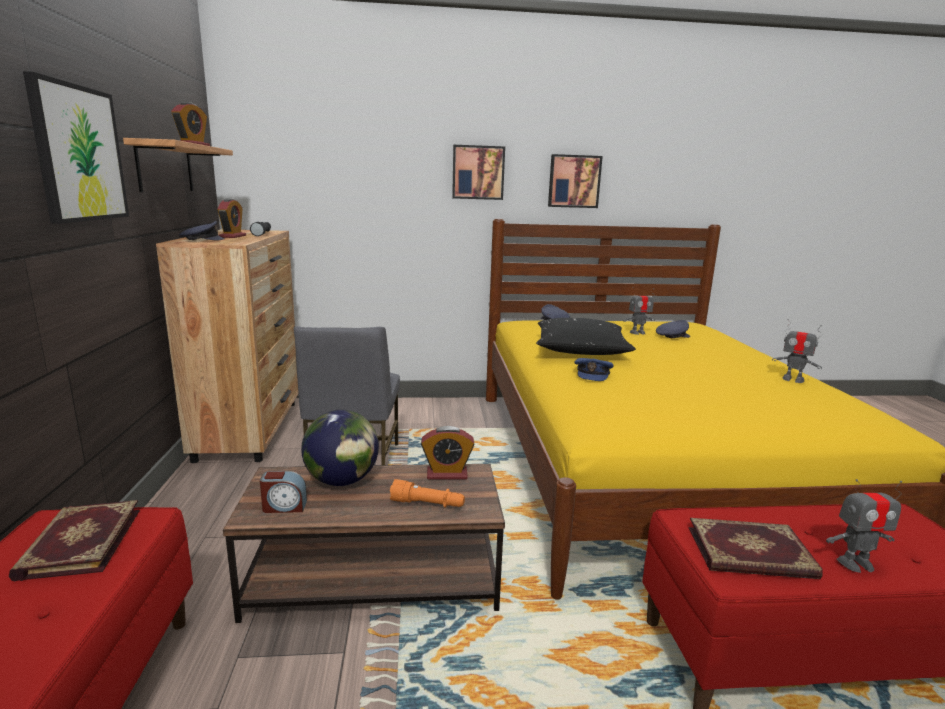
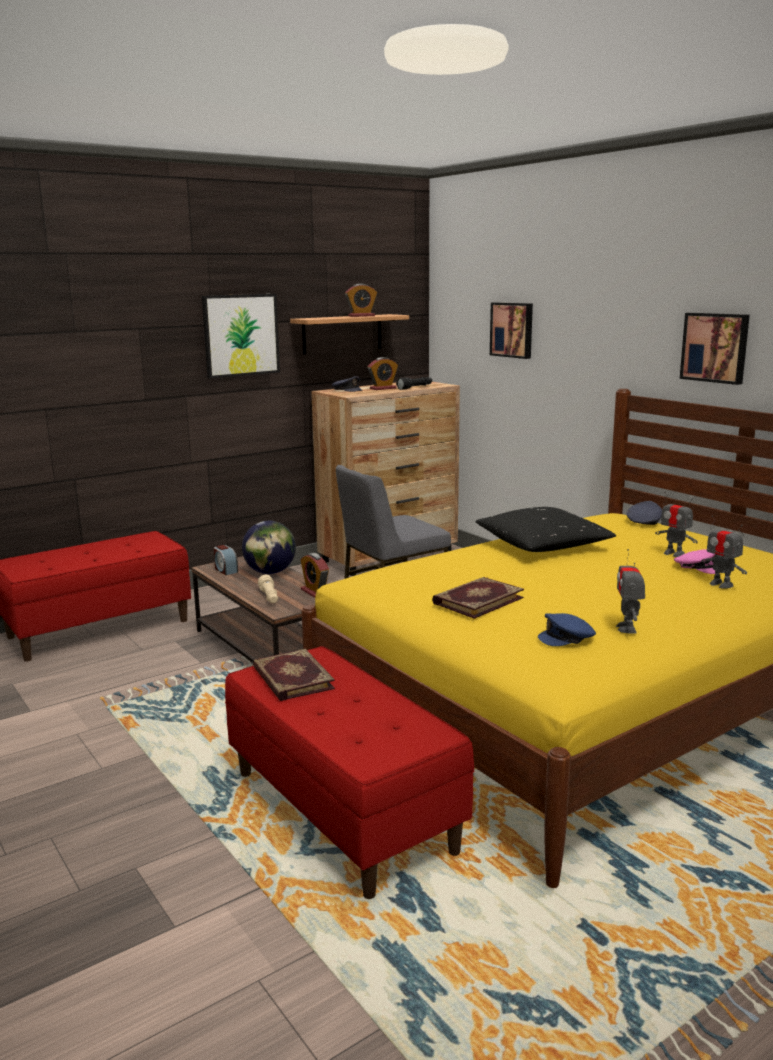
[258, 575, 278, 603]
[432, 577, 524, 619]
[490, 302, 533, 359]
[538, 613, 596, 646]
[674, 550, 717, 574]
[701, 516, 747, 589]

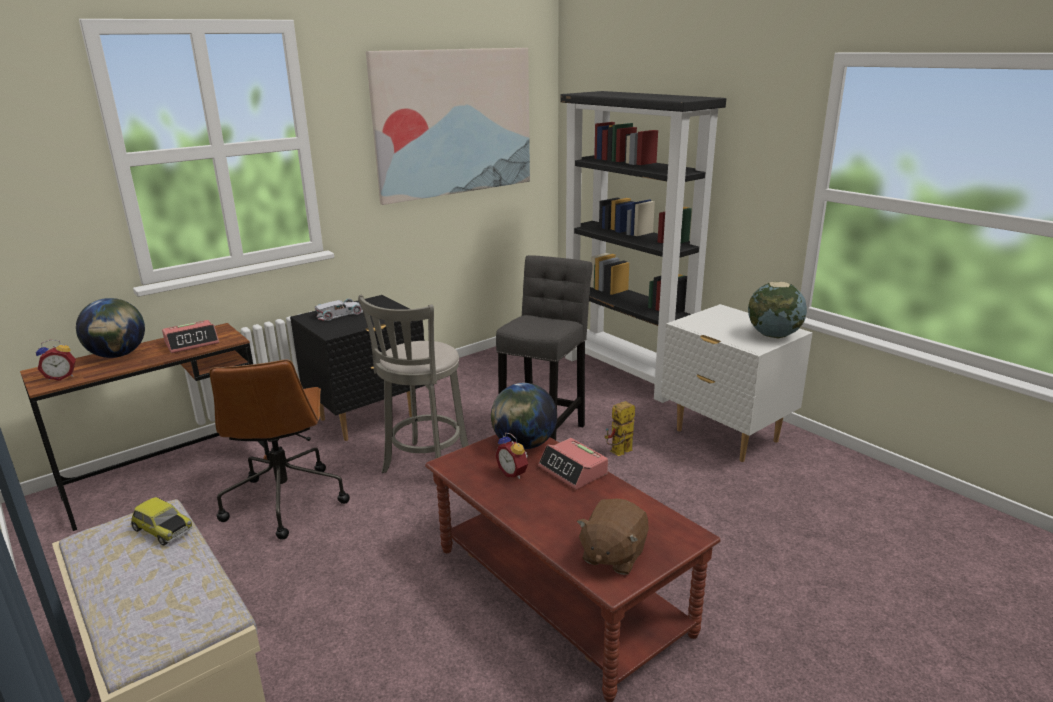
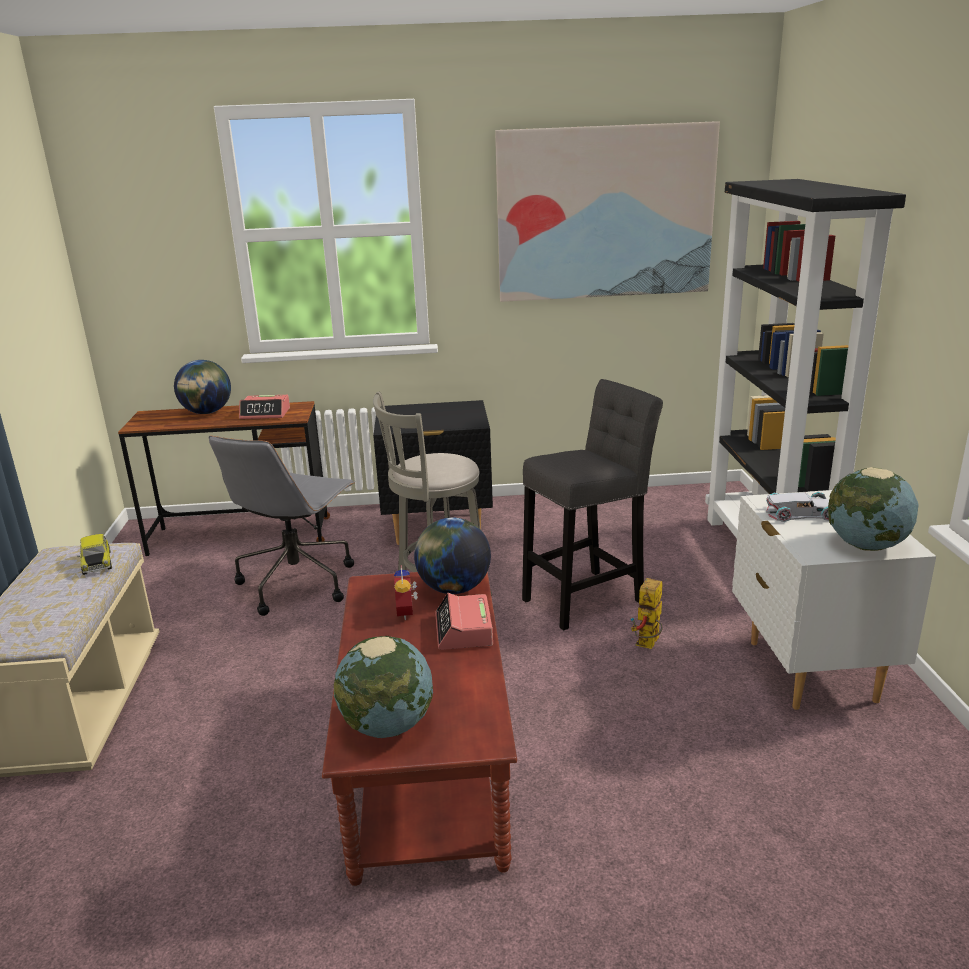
[209, 435, 355, 616]
[334, 635, 433, 738]
[631, 578, 663, 649]
[766, 492, 829, 522]
[36, 340, 76, 381] (first image)

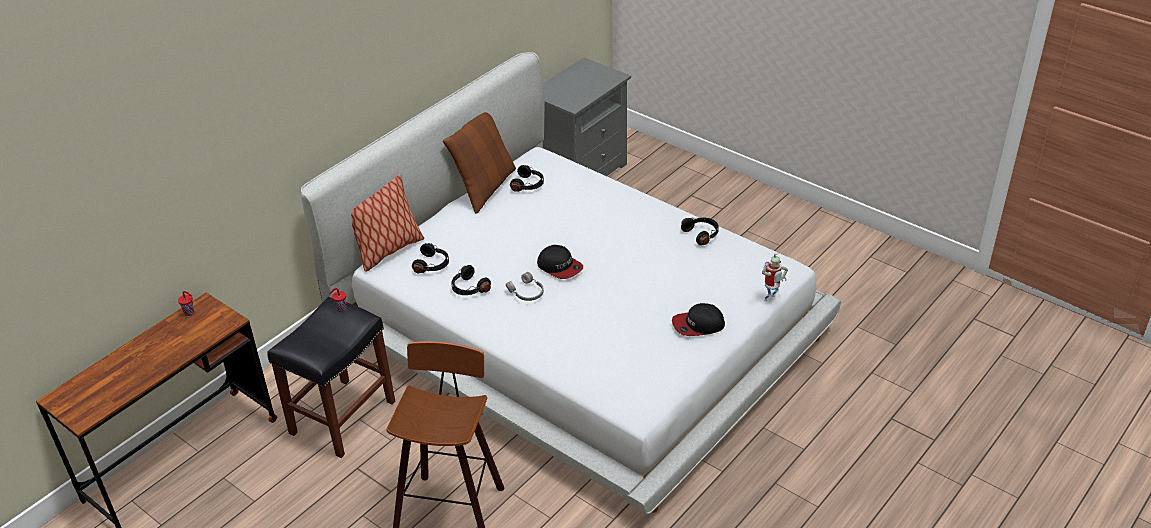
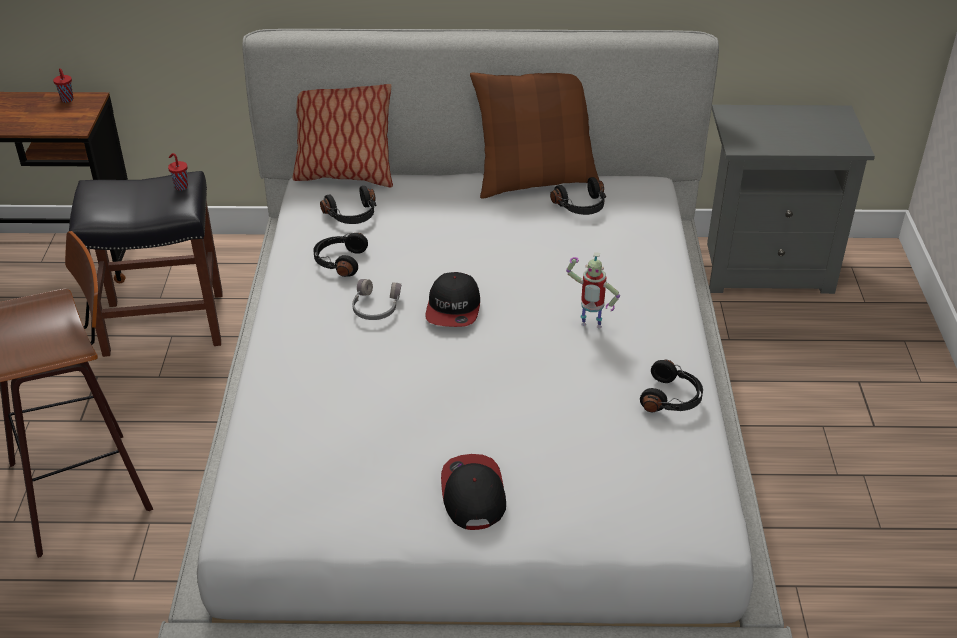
[441, 454, 506, 530]
[566, 252, 620, 329]

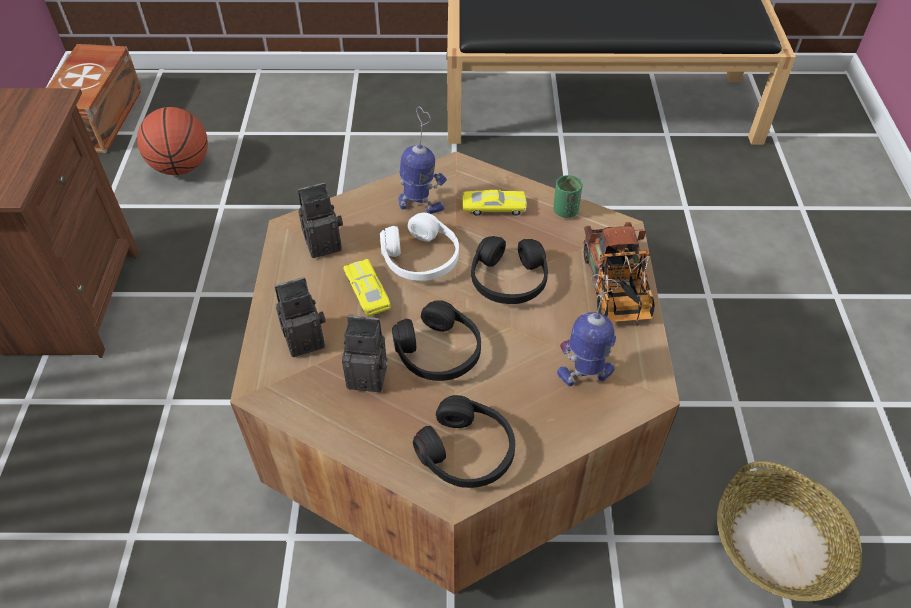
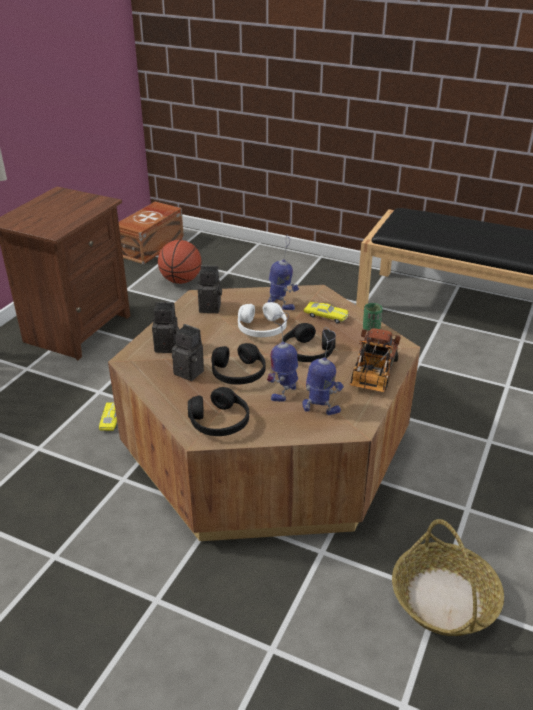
[99, 402, 117, 431]
[267, 312, 298, 402]

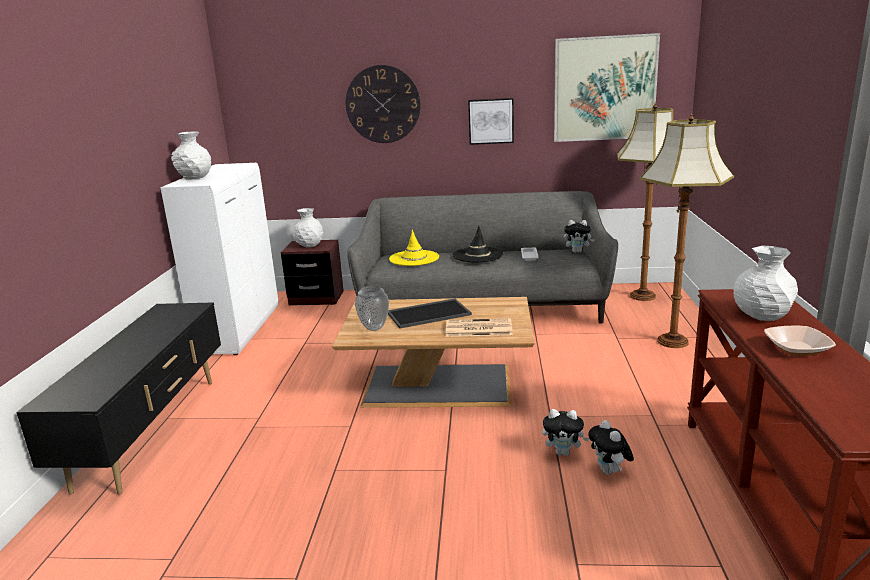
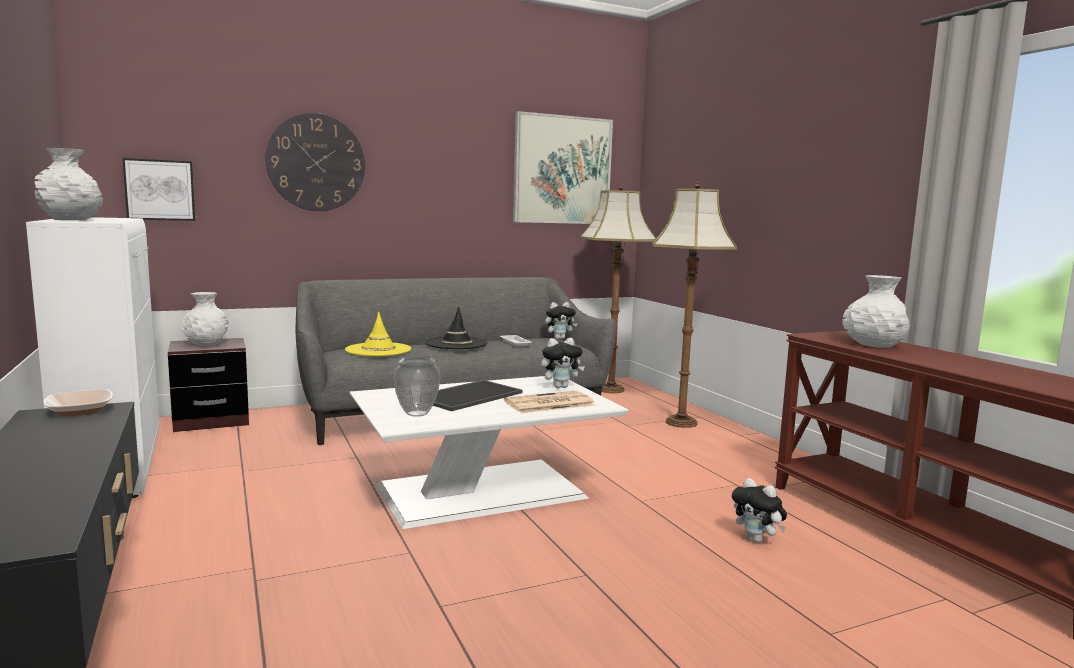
[43, 389, 113, 416]
[122, 158, 195, 221]
[349, 376, 628, 529]
[541, 338, 585, 388]

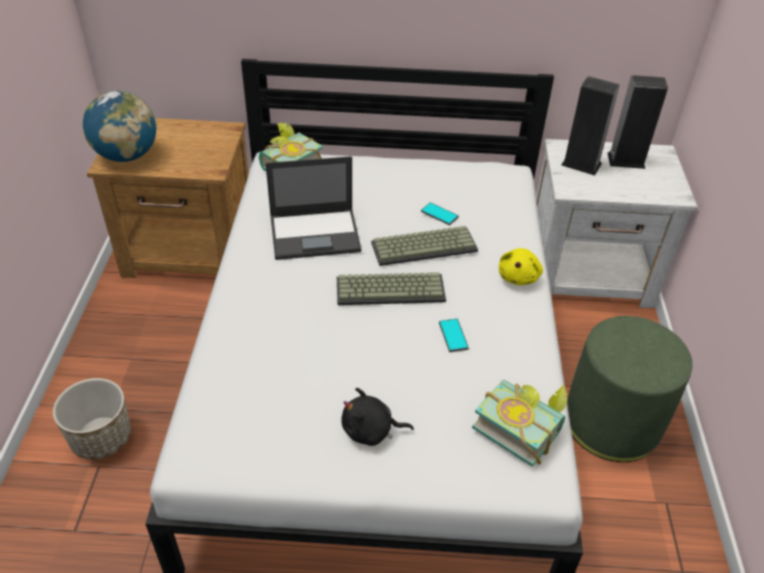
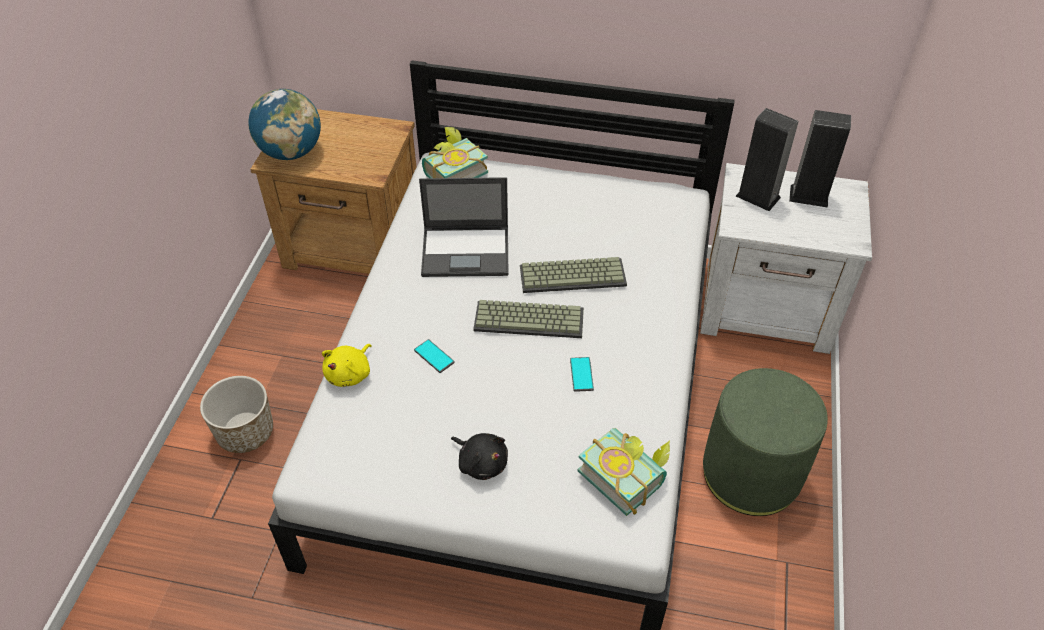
[322, 344, 372, 387]
[414, 339, 455, 373]
[451, 433, 508, 480]

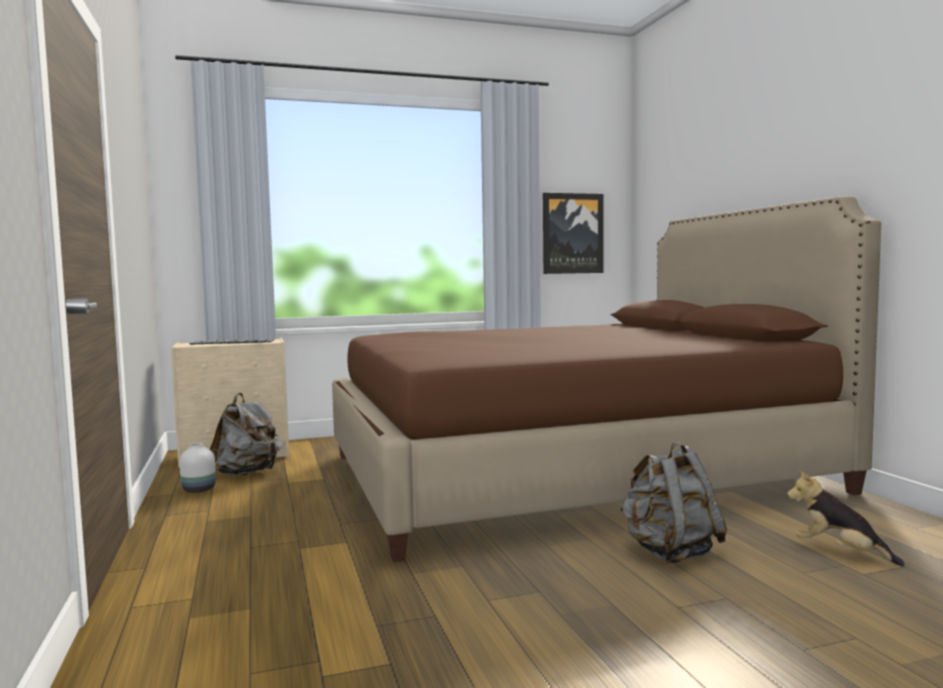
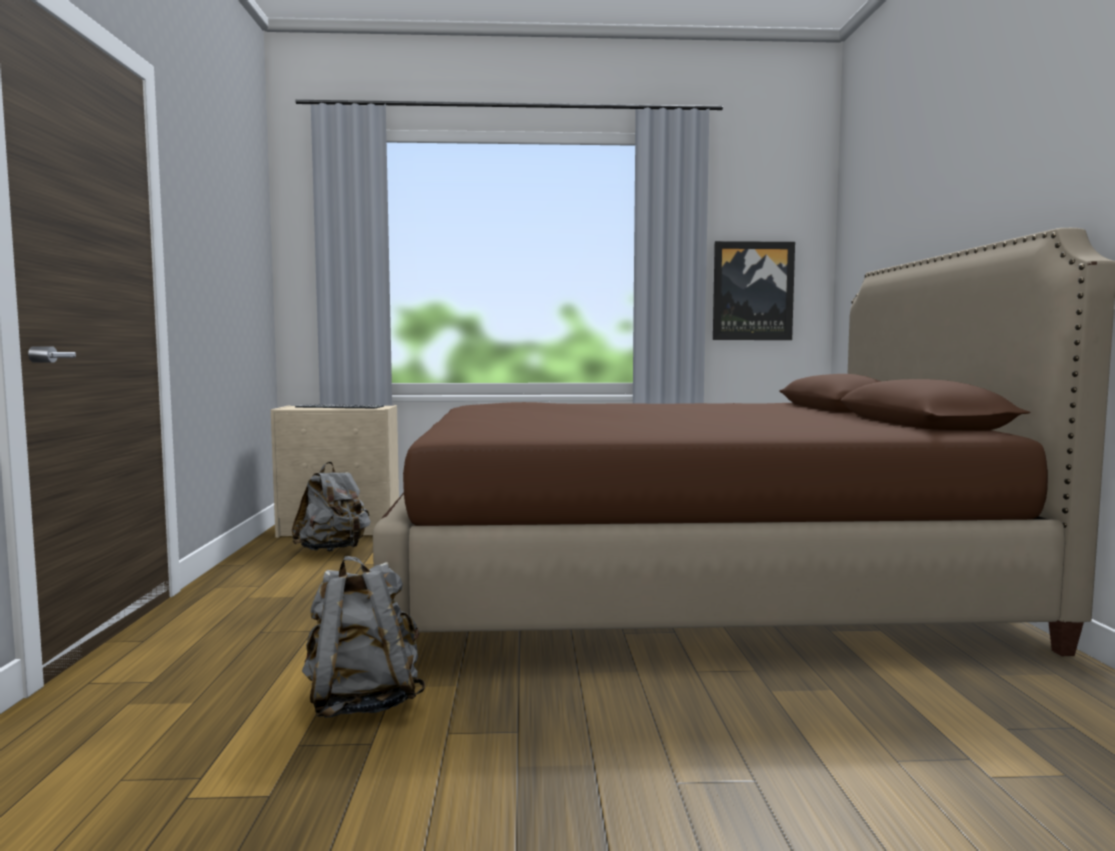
[302, 556, 426, 718]
[180, 443, 216, 493] (first image)
[787, 470, 904, 566] (first image)

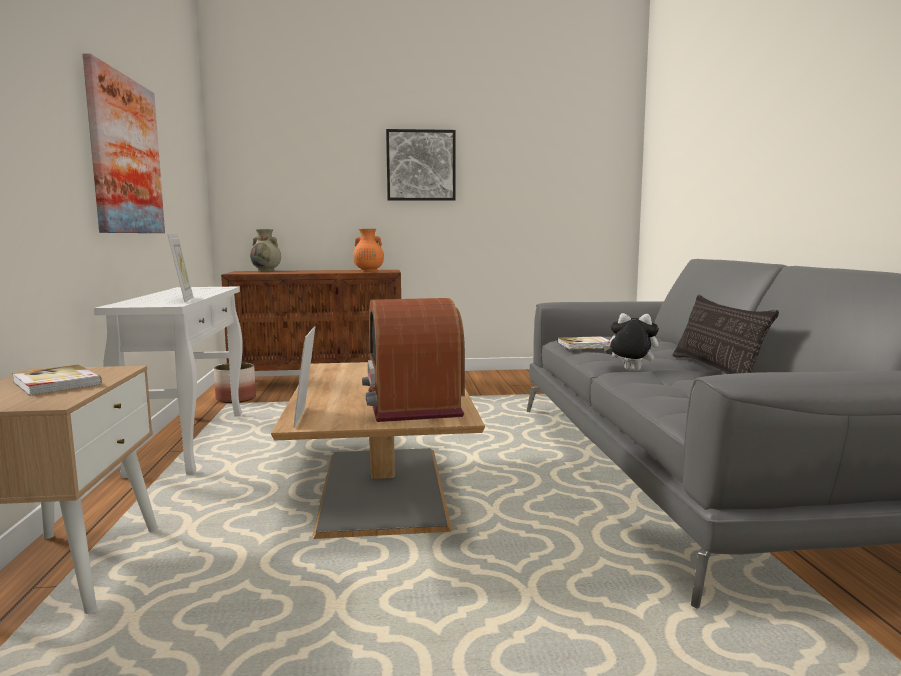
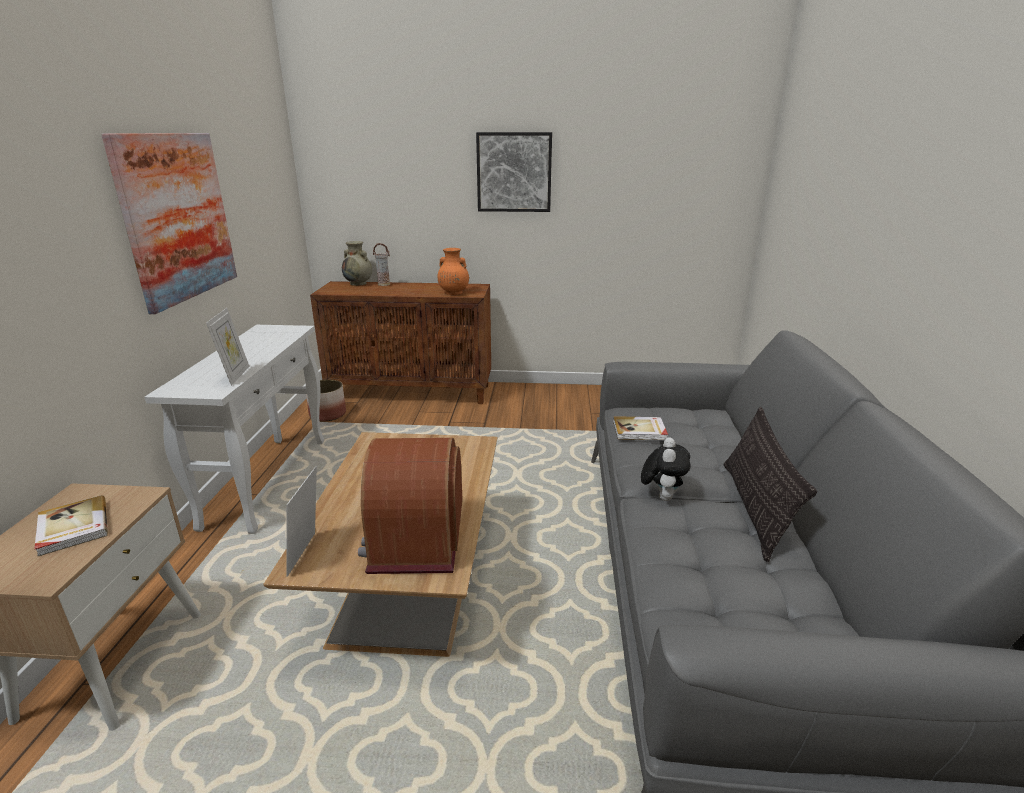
[373, 243, 390, 286]
[641, 437, 691, 501]

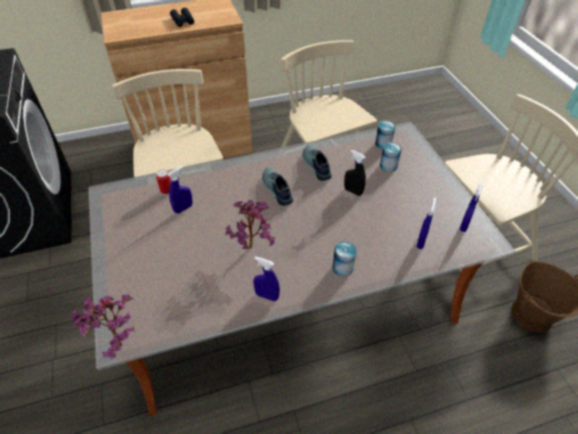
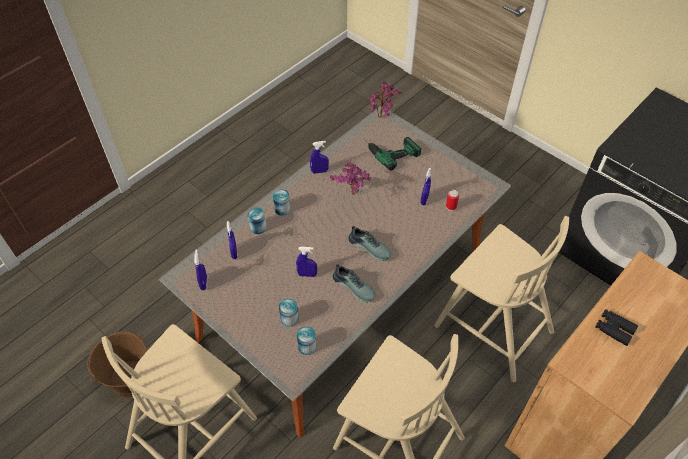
[248, 207, 267, 234]
[296, 247, 317, 277]
[364, 137, 421, 171]

